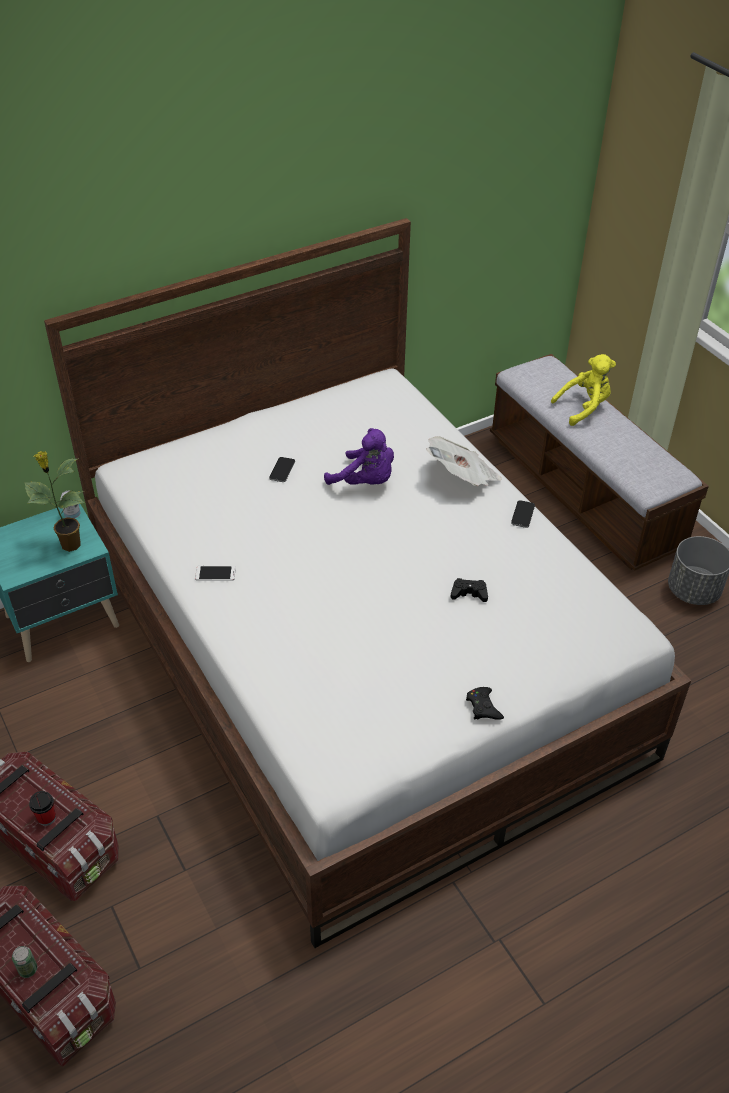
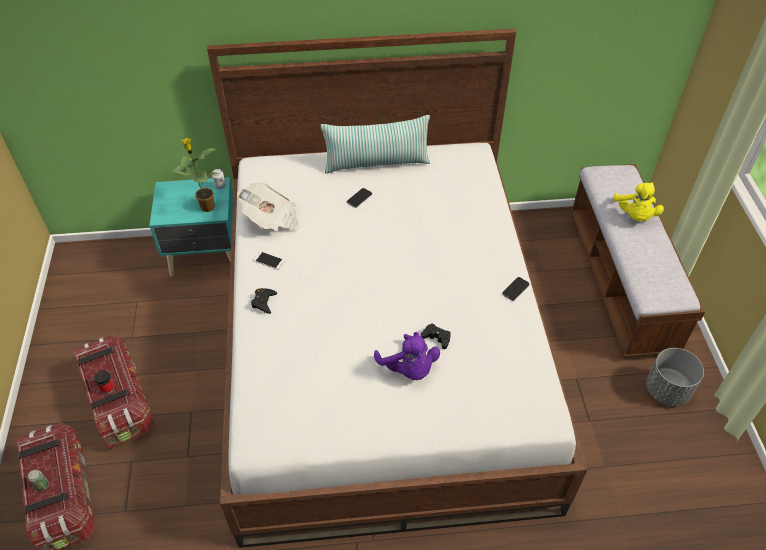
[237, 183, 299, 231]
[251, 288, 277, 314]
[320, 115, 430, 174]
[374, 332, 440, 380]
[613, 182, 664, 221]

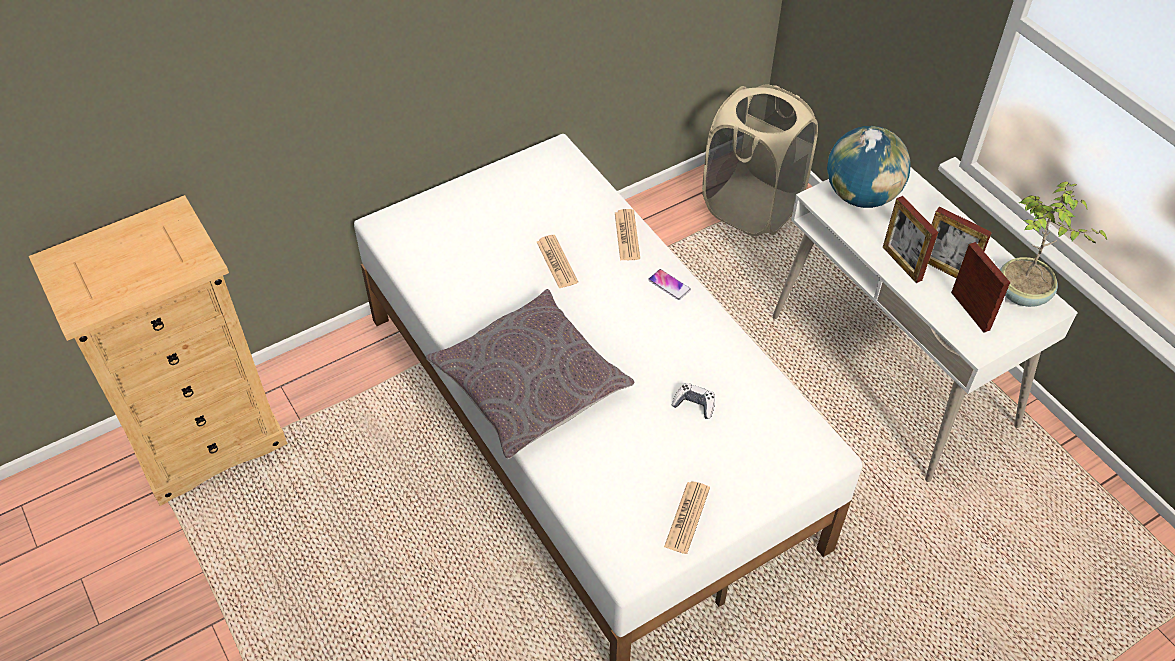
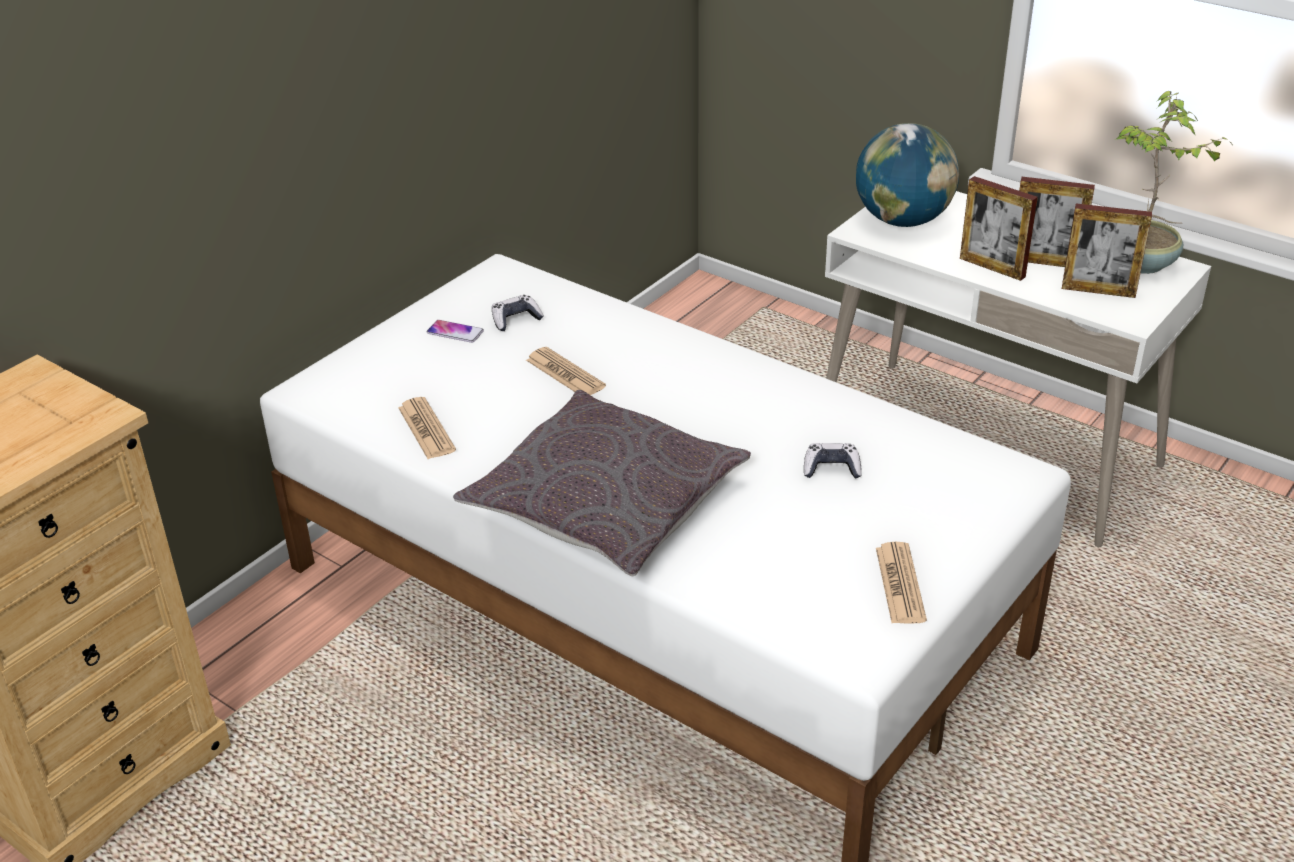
[398, 397, 456, 459]
[427, 320, 484, 343]
[492, 295, 544, 331]
[1062, 204, 1152, 298]
[702, 85, 818, 236] (first image)

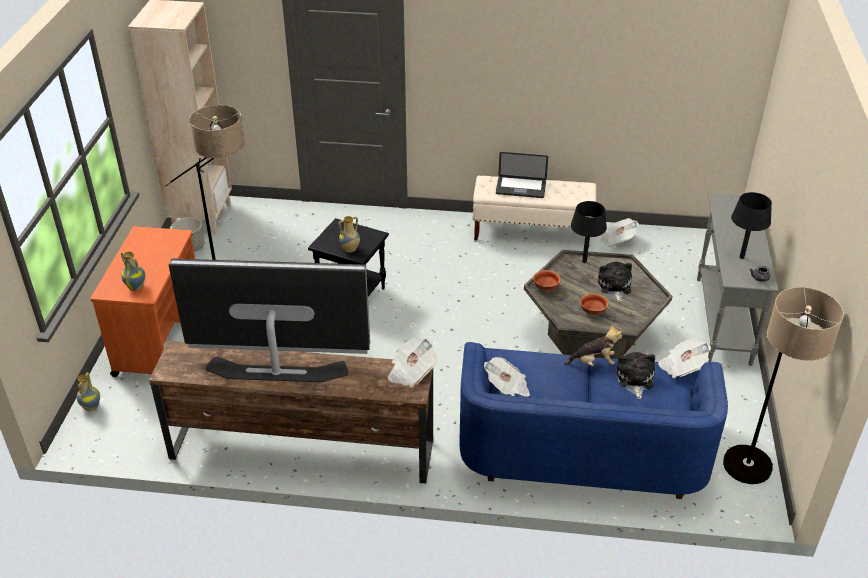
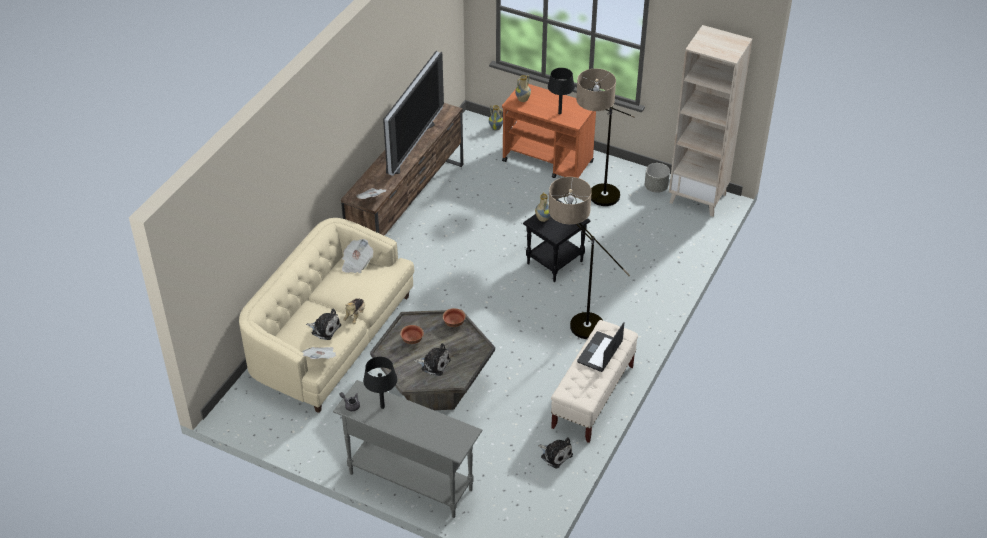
[239, 218, 414, 413]
[538, 437, 573, 469]
[548, 68, 575, 114]
[548, 177, 630, 339]

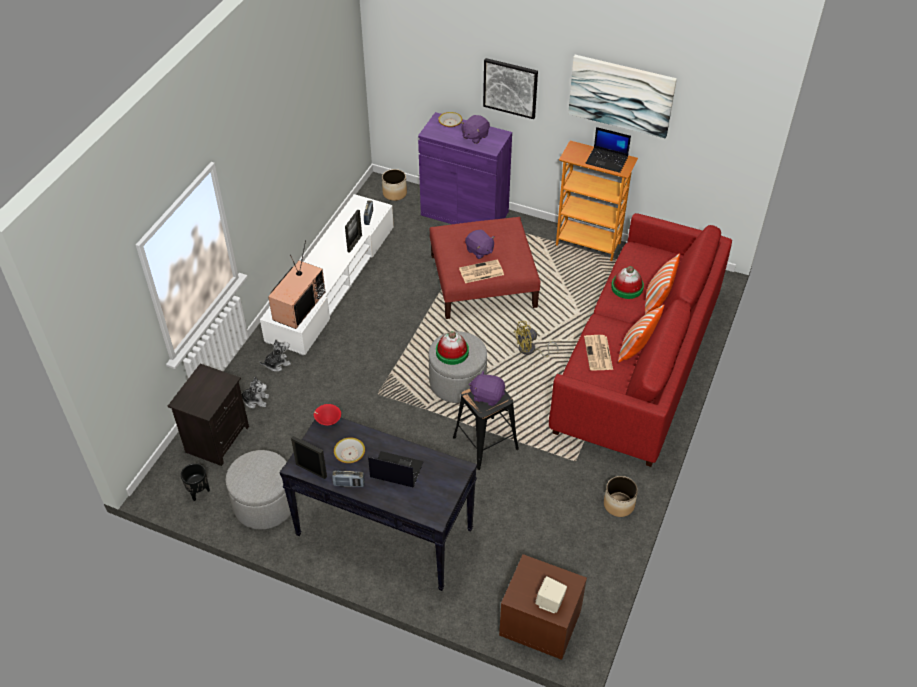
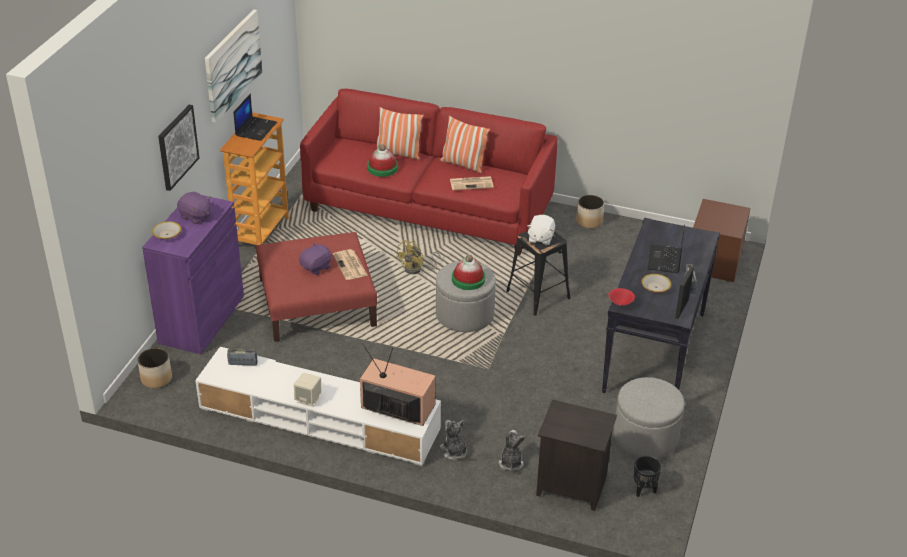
[294, 373, 321, 407]
[396, 240, 442, 274]
[527, 215, 555, 245]
[345, 209, 362, 253] (first image)

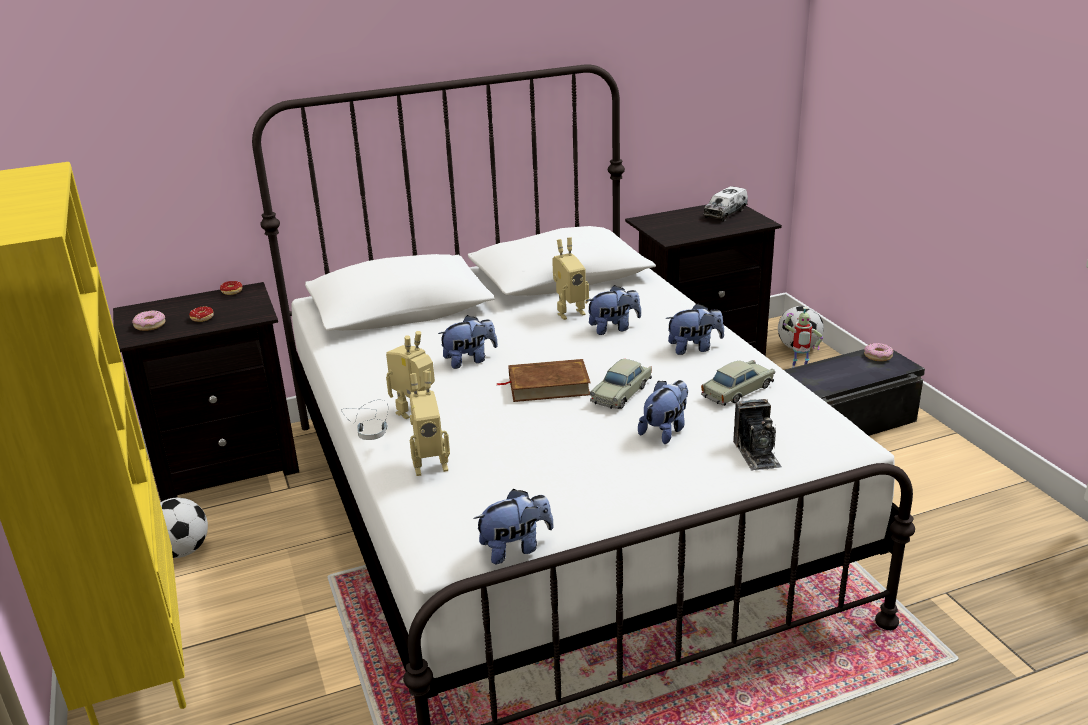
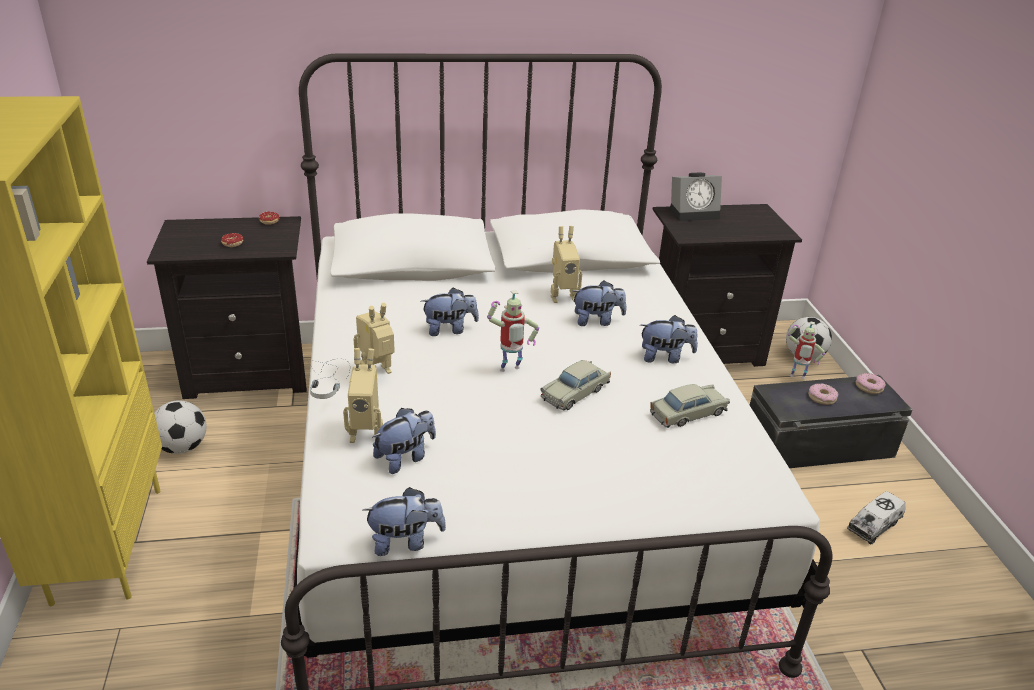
[372, 408, 436, 474]
[487, 290, 539, 372]
[669, 173, 722, 221]
[808, 383, 838, 405]
[847, 491, 906, 544]
[733, 399, 781, 471] (first image)

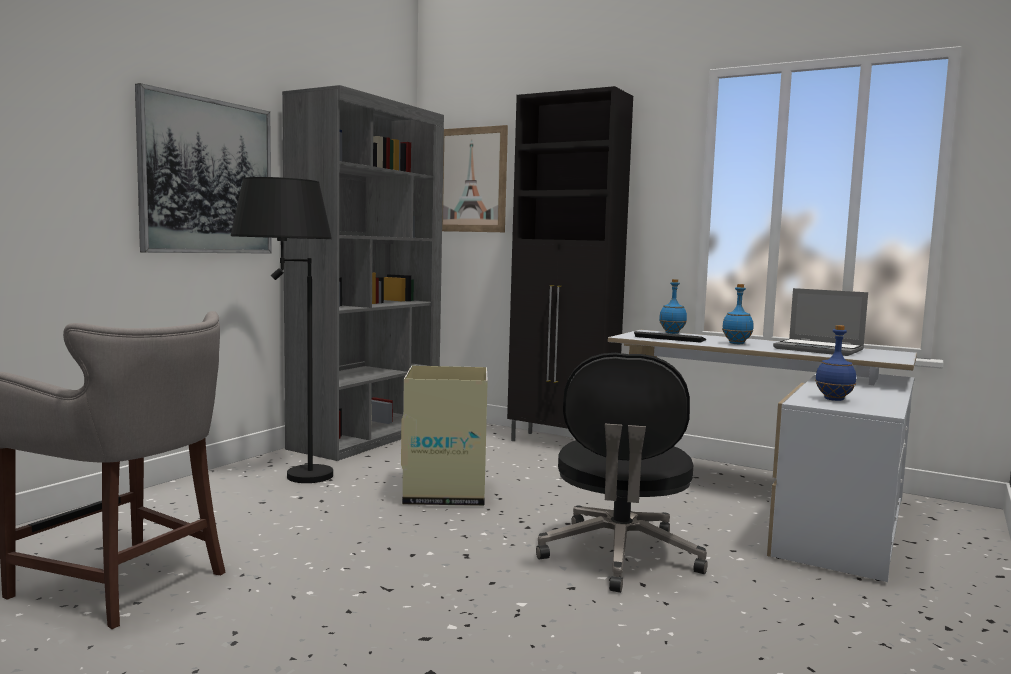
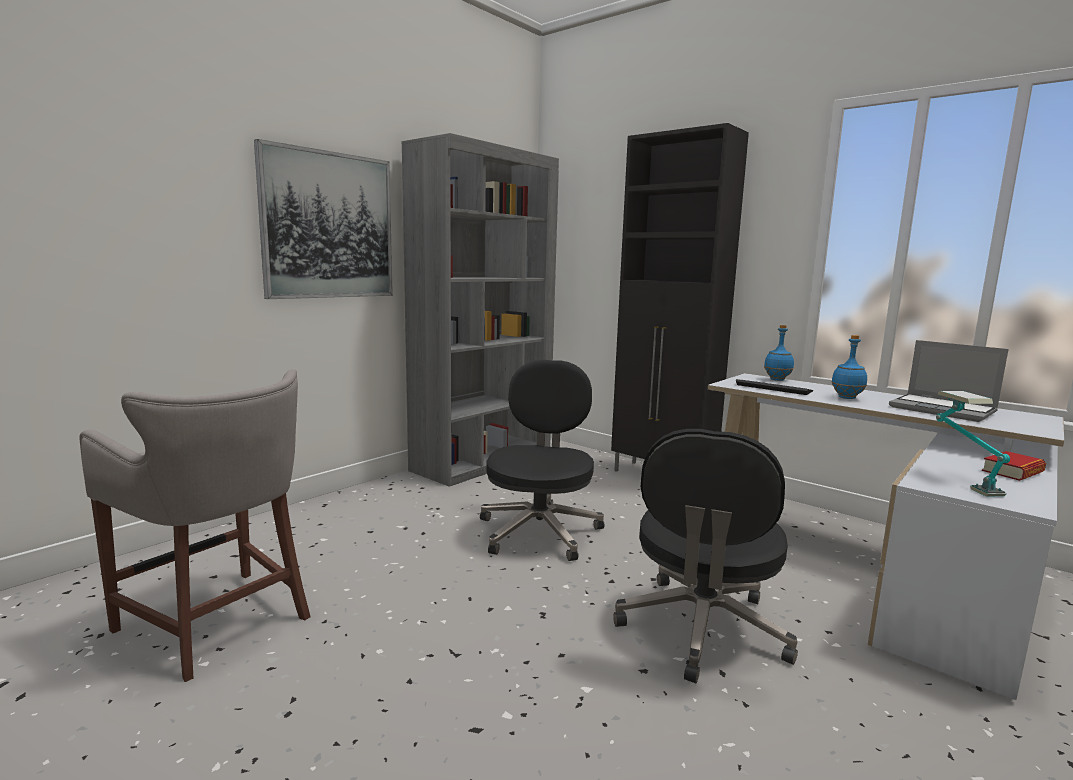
[480, 360, 605, 561]
[936, 391, 1010, 497]
[982, 451, 1046, 481]
[231, 177, 333, 483] (first image)
[442, 125, 508, 232] (first image)

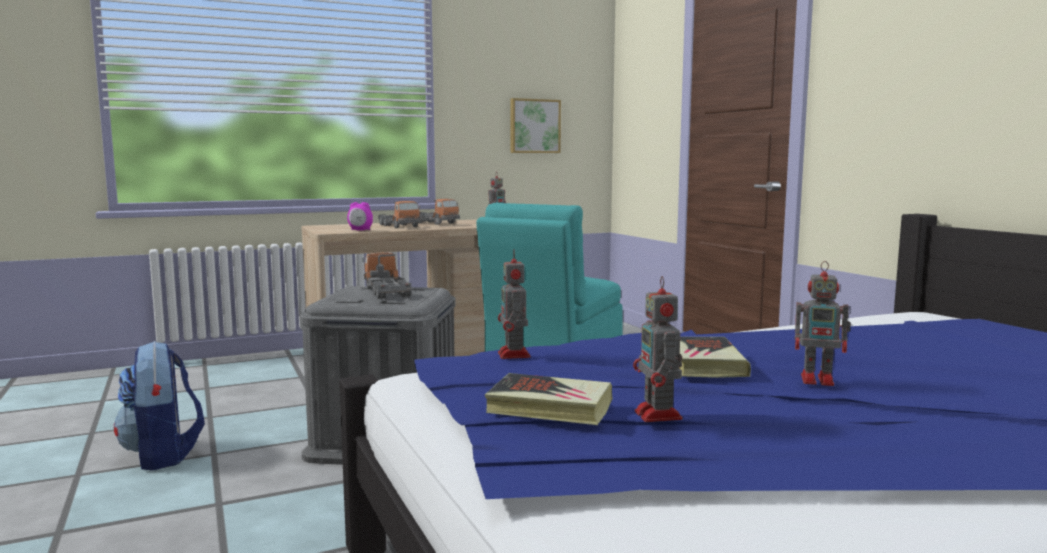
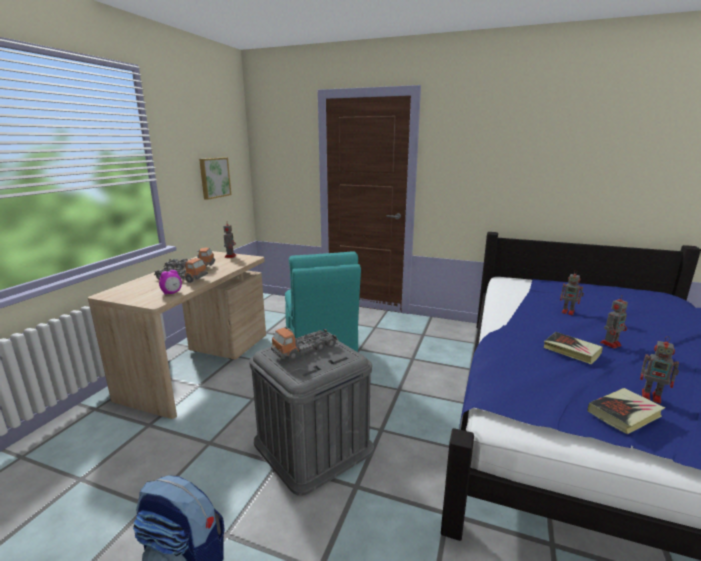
[271, 327, 338, 361]
[560, 270, 584, 315]

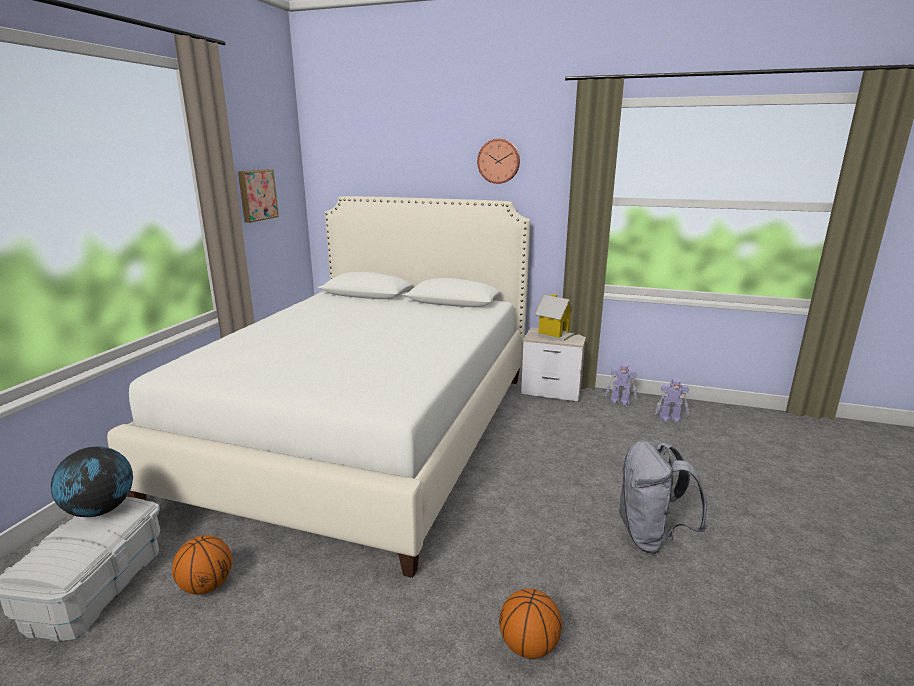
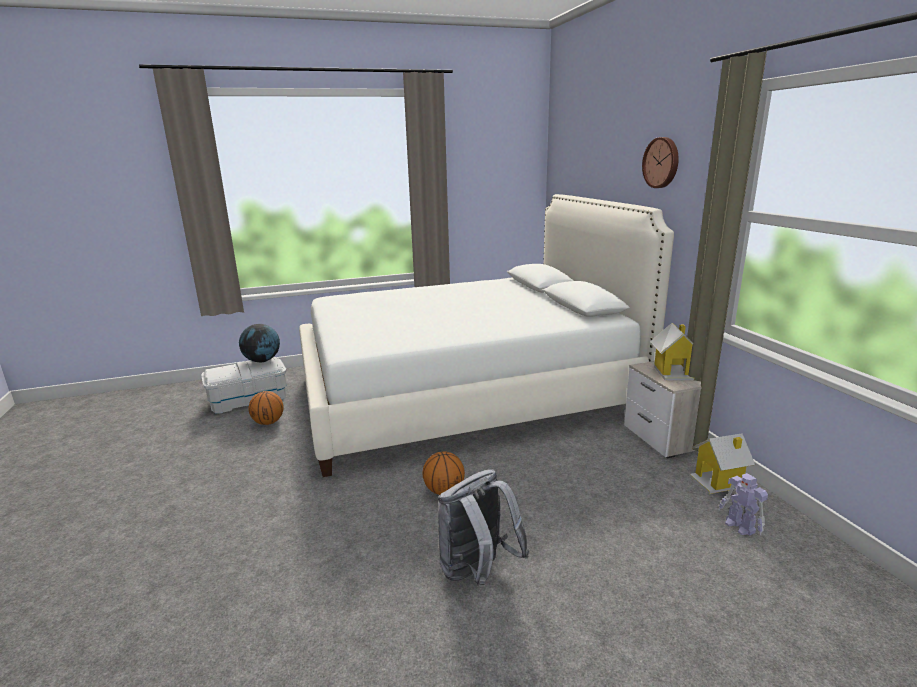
[423, 451, 465, 495]
[689, 433, 755, 494]
[238, 169, 279, 223] (first image)

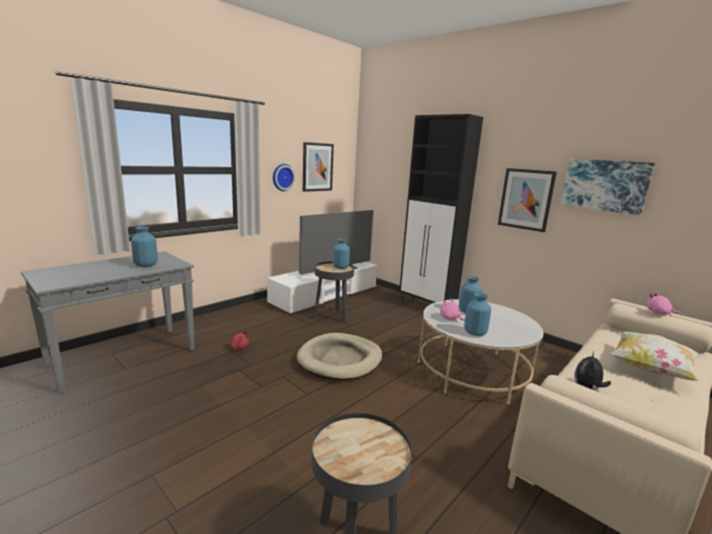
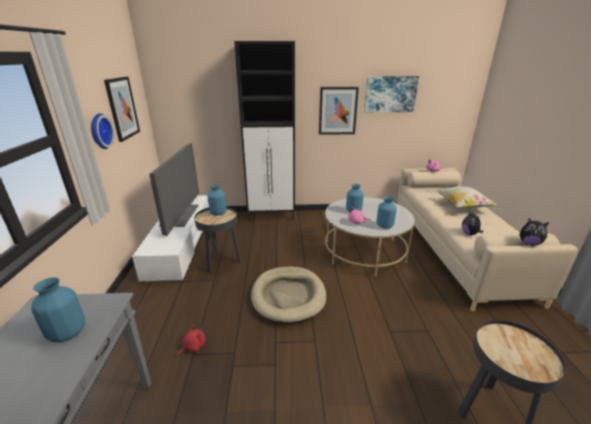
[520, 219, 549, 245]

